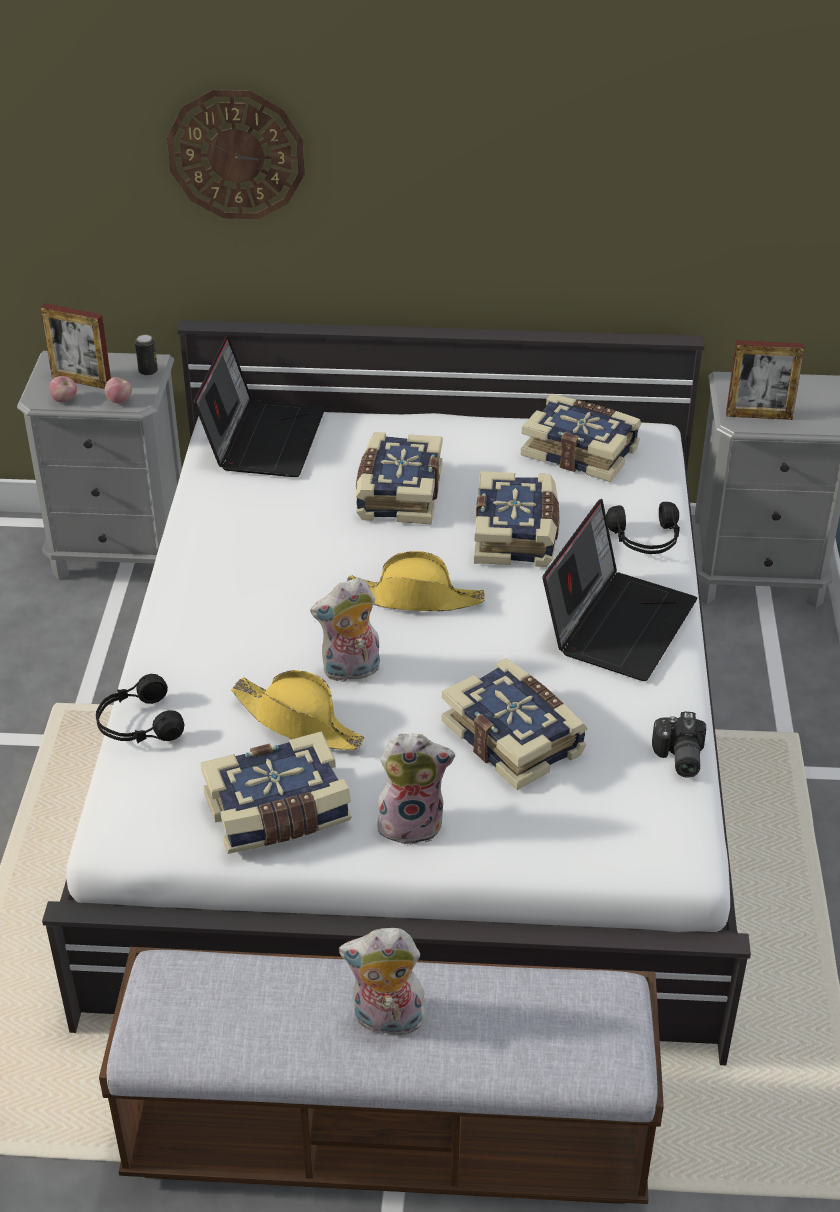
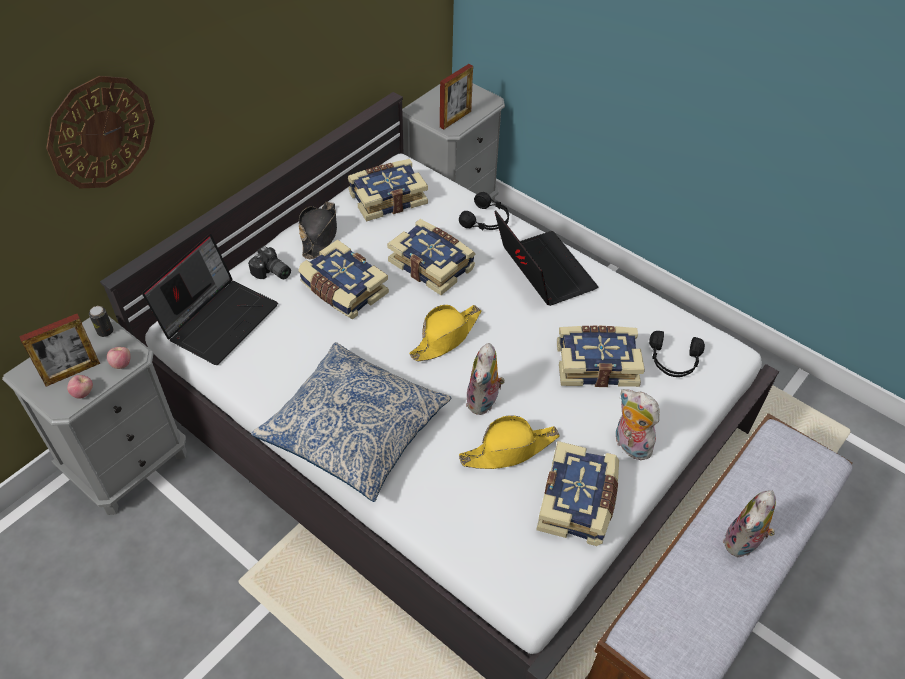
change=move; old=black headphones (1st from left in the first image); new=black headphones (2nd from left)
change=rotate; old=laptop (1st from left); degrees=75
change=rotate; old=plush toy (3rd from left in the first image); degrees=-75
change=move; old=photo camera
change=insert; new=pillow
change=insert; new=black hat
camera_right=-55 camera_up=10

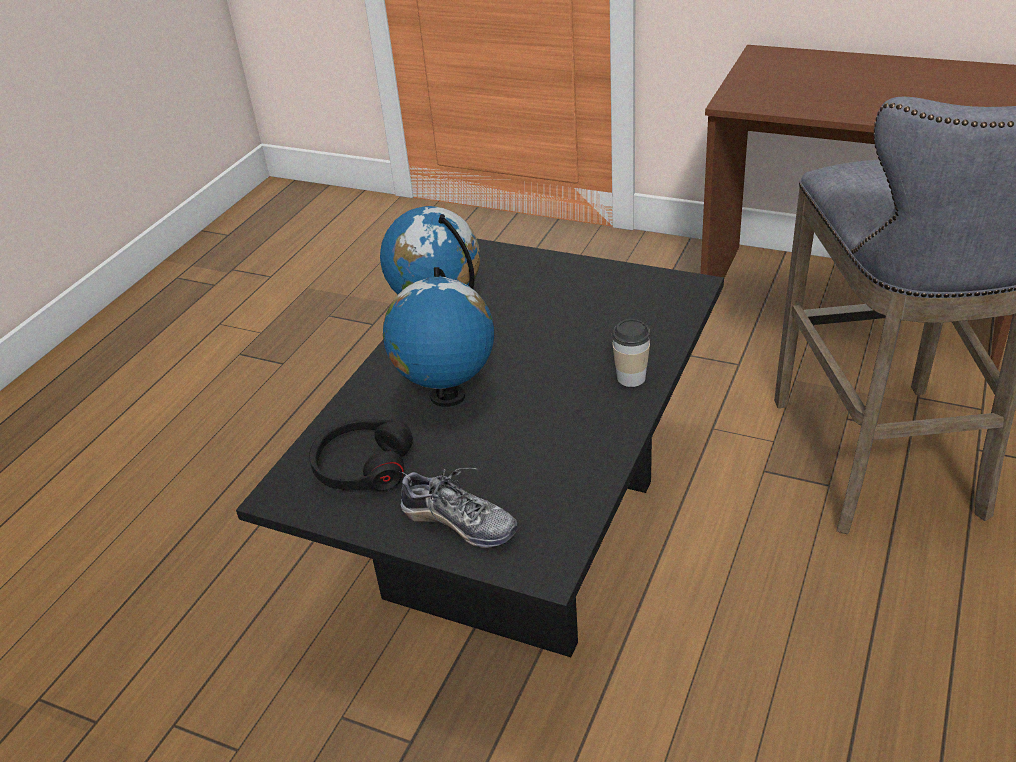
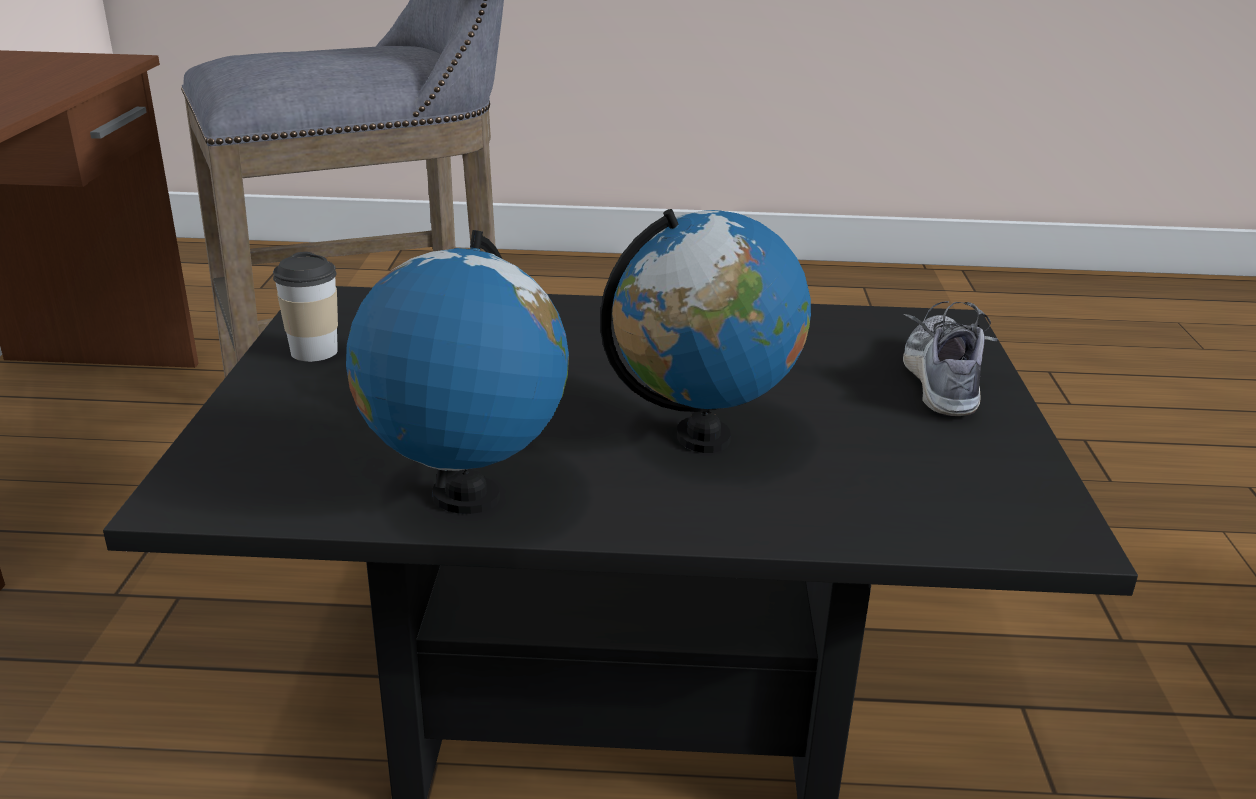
change=delete; old=black headphones
change=move; old=cup
camera_right=-115 camera_up=-10

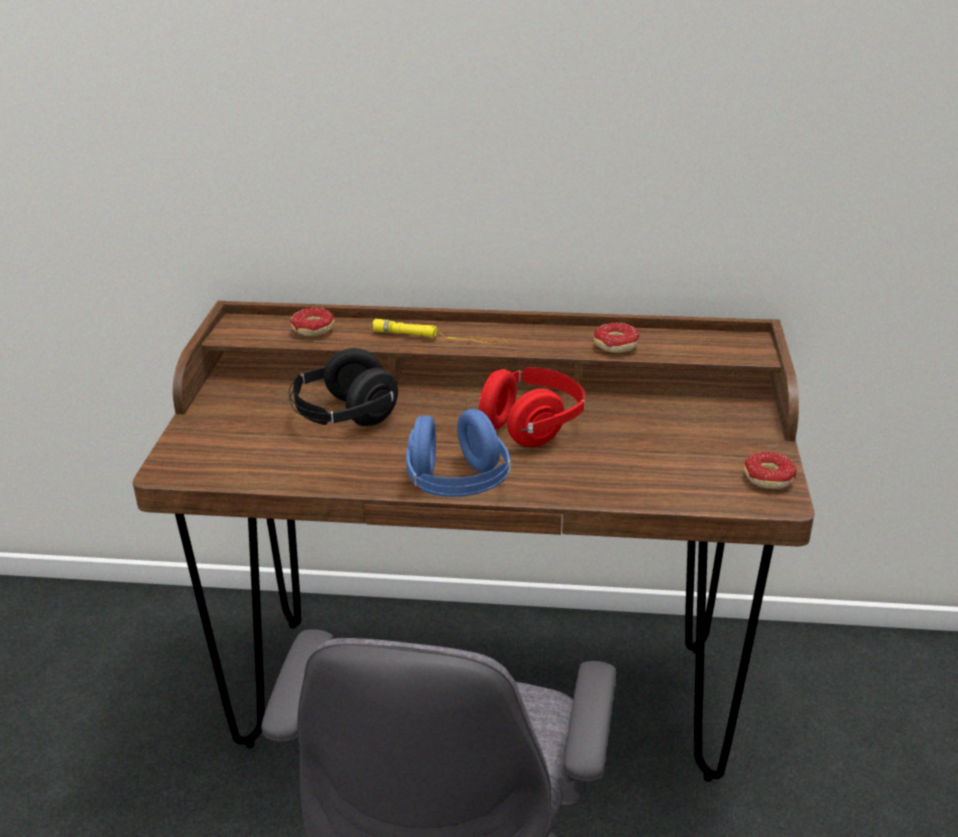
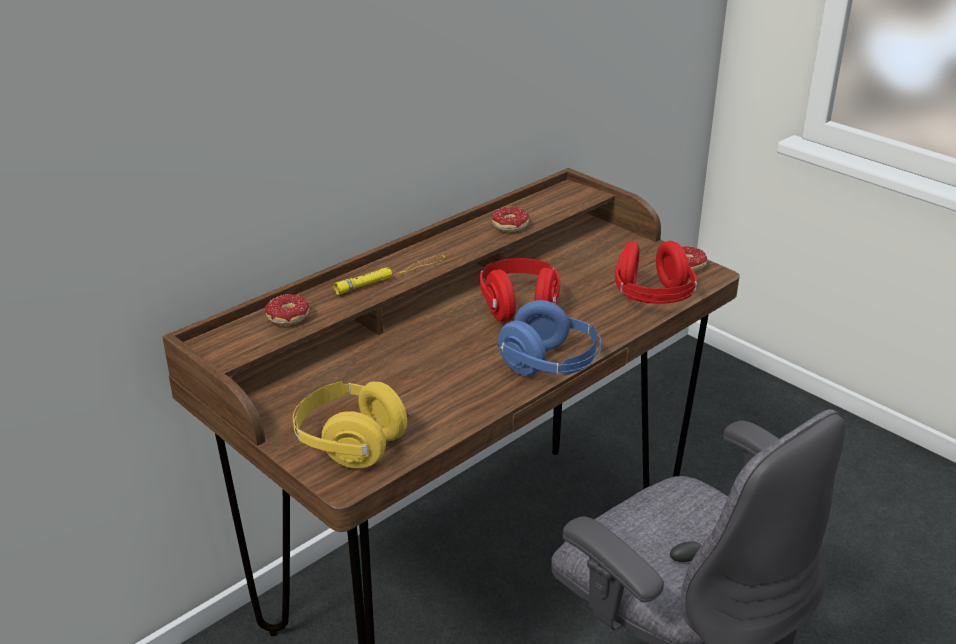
change=delete; old=black headphones
change=insert; new=yellow headphones
change=insert; new=red headphones (2nd from left)
camera_right=-50 camera_up=0

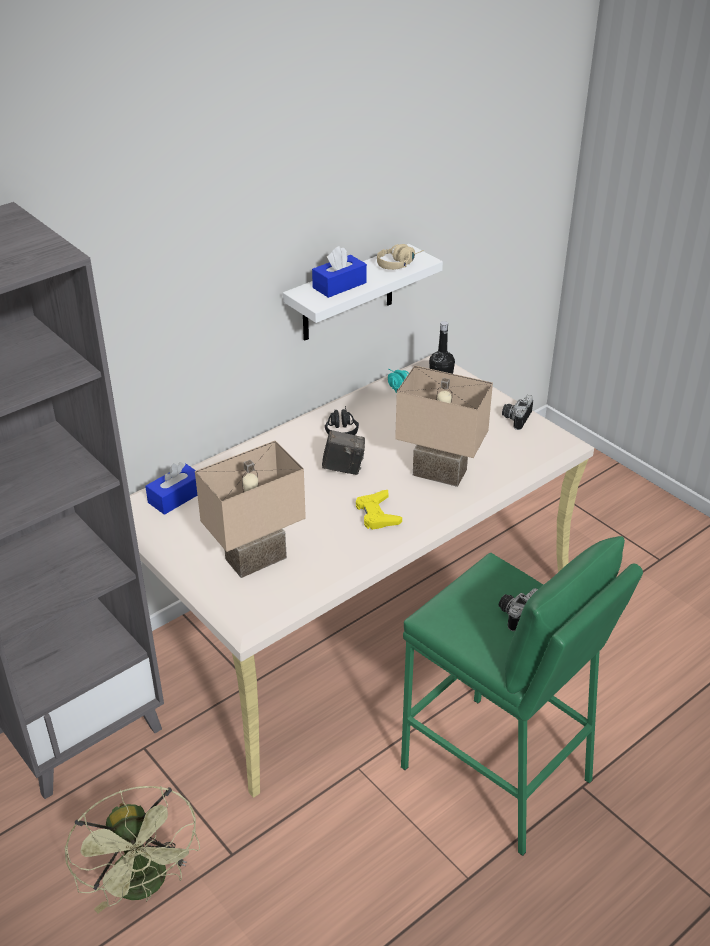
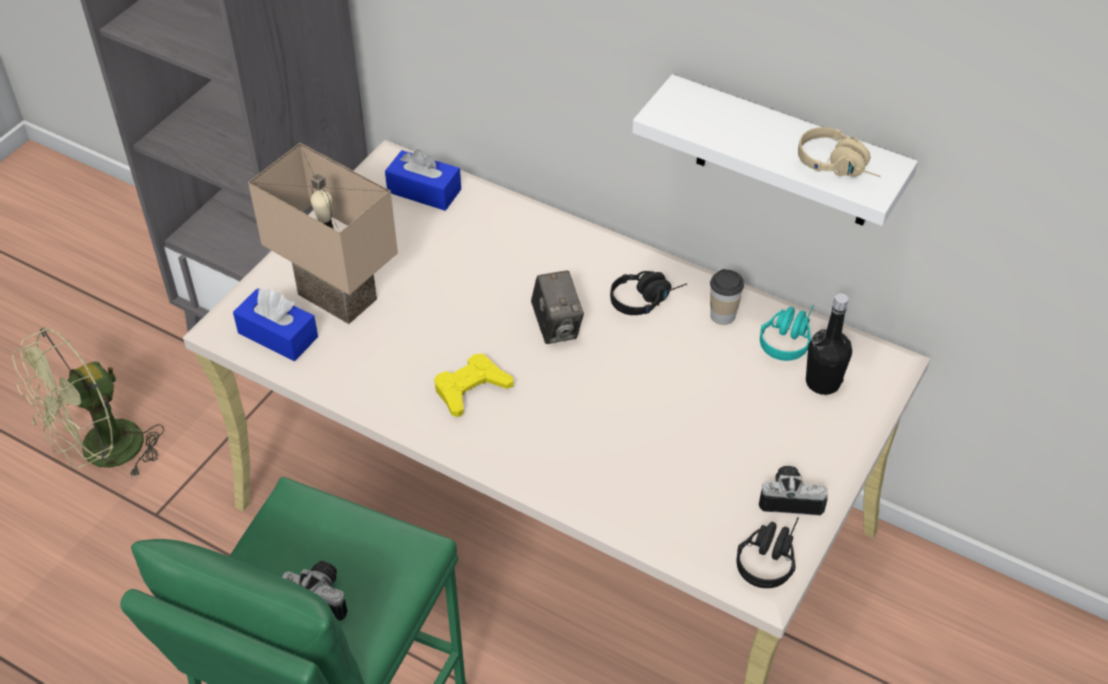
change=move; old=blue tissue box (2nd from left in the first image); new=blue tissue box (1st from left)
change=delete; old=beige table lamp (2nd from left)
change=insert; new=cup
change=insert; new=black headphones (2nd from left)
camera_right=70 camera_up=10

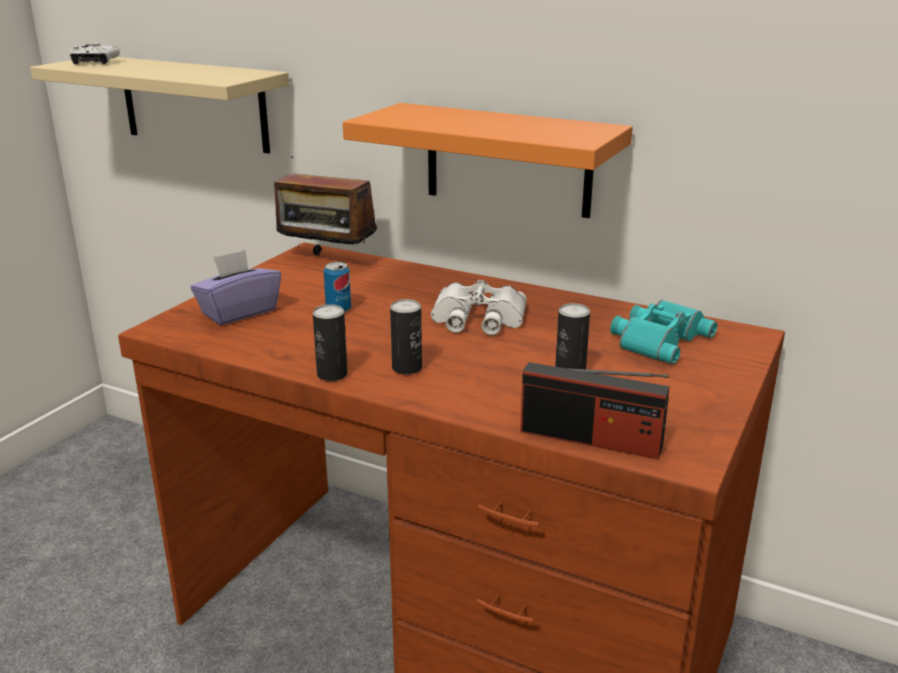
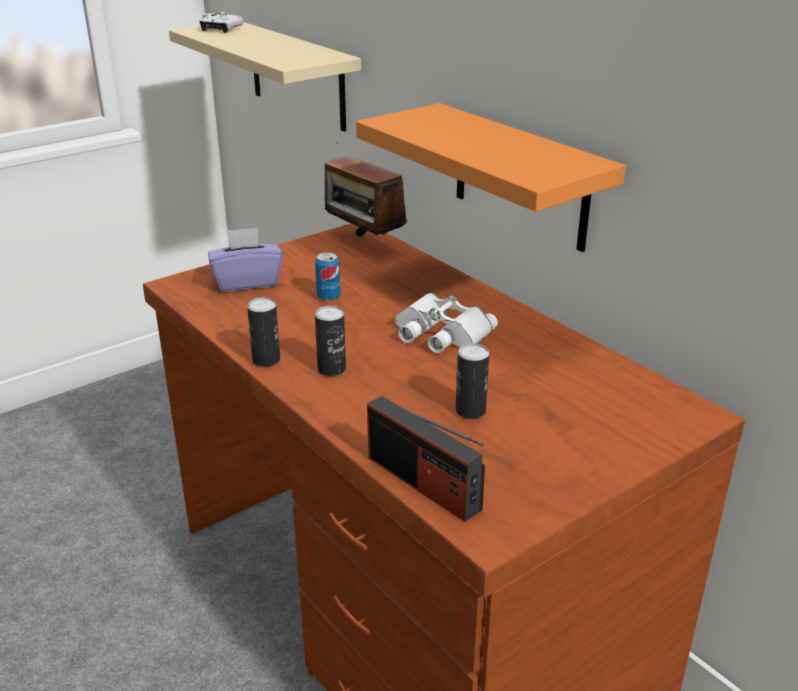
change=delete; old=turquoise binoculars
camera_right=25 camera_up=5

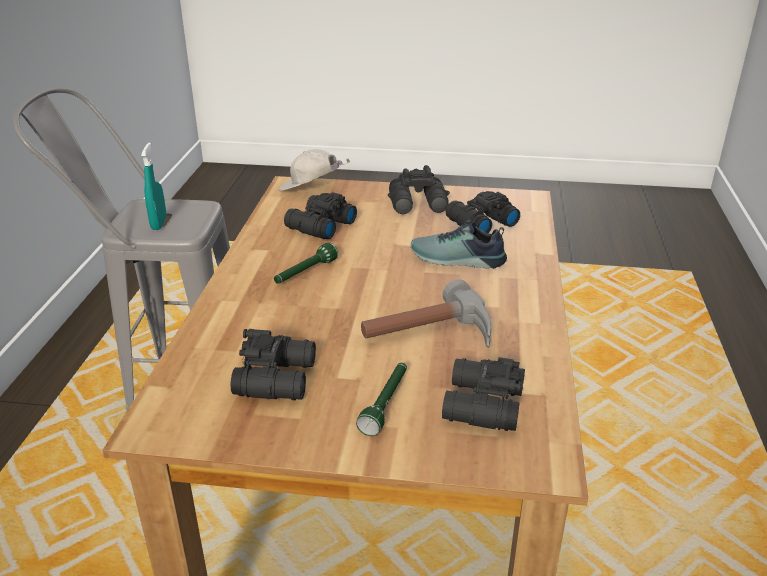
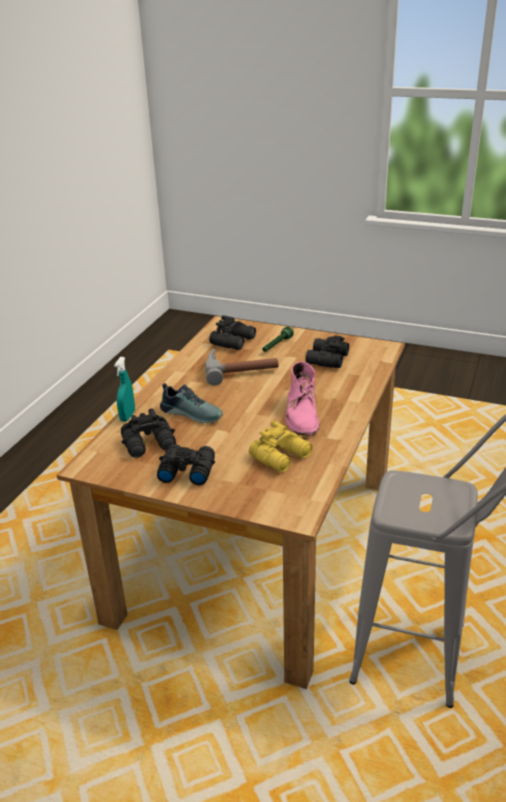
change=move; old=turquoise spray bottle
change=replace; old=green flashlight (1st from left); new=pink boot
change=delete; old=white cap
change=recolor; old=black binoculars (2nd from left); new=yellow binoculars
camera_right=-165 camera_up=0

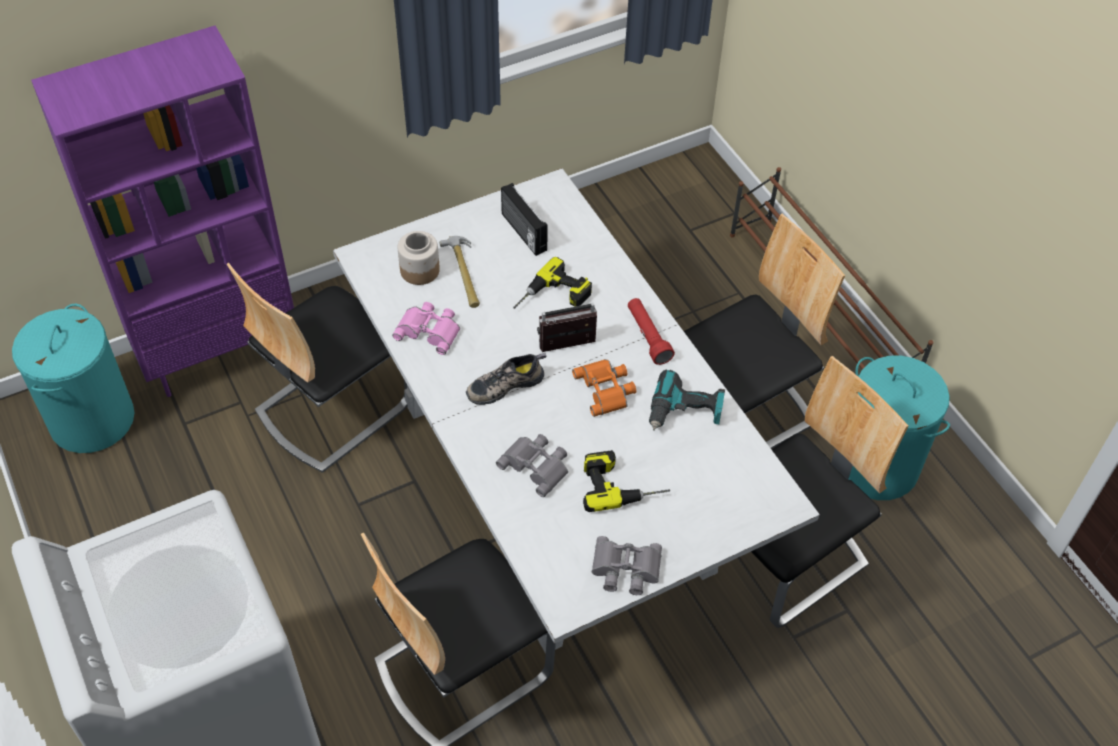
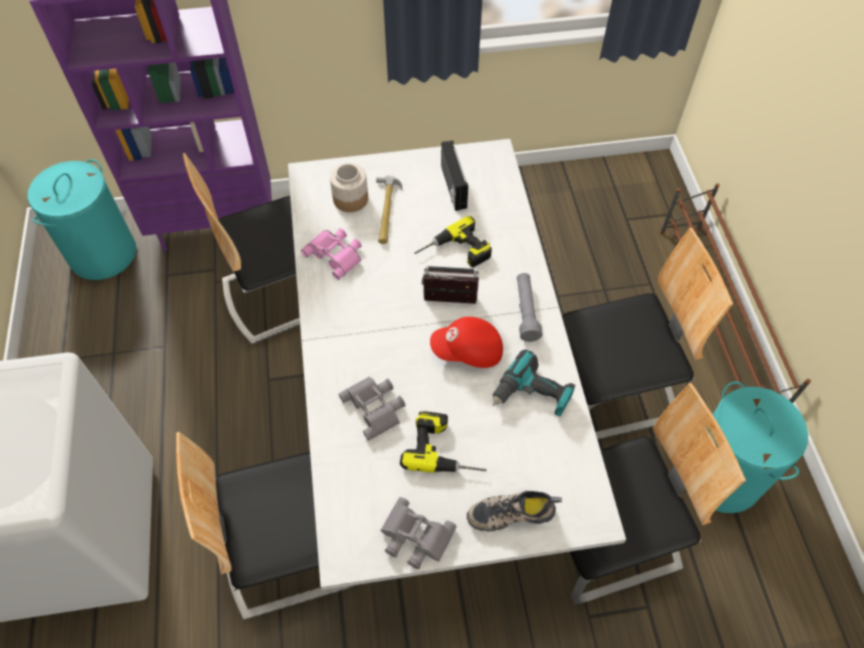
change=move; old=shoe
change=replace; old=orange binoculars; new=red cap
change=recolor; old=red flashlight; new=grey flashlight
camera_right=20 camera_up=5

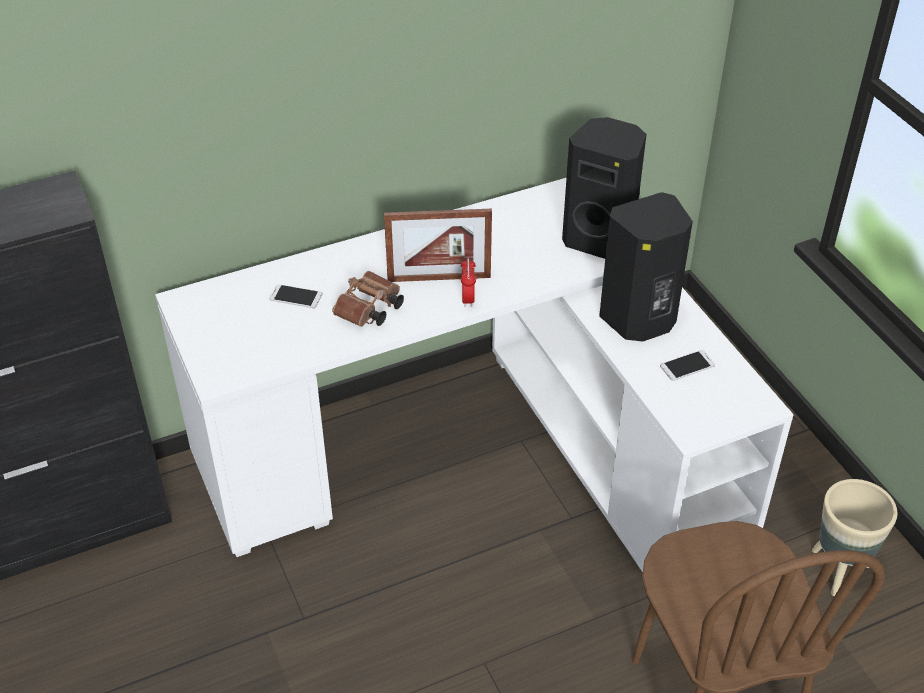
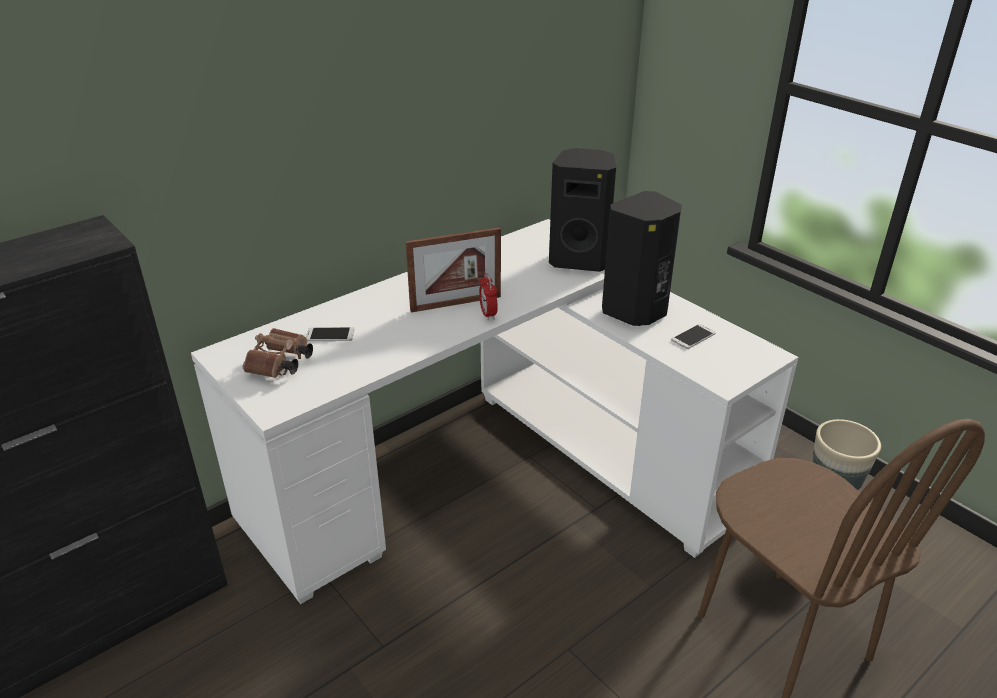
change=move; old=brown binoculars
camera_right=-15 camera_up=-10

